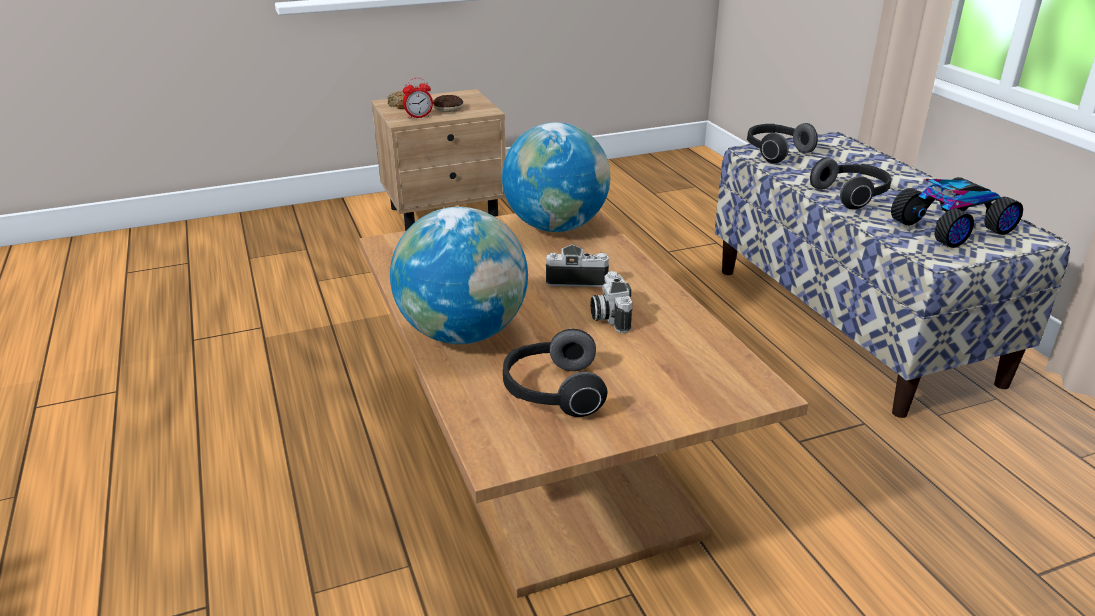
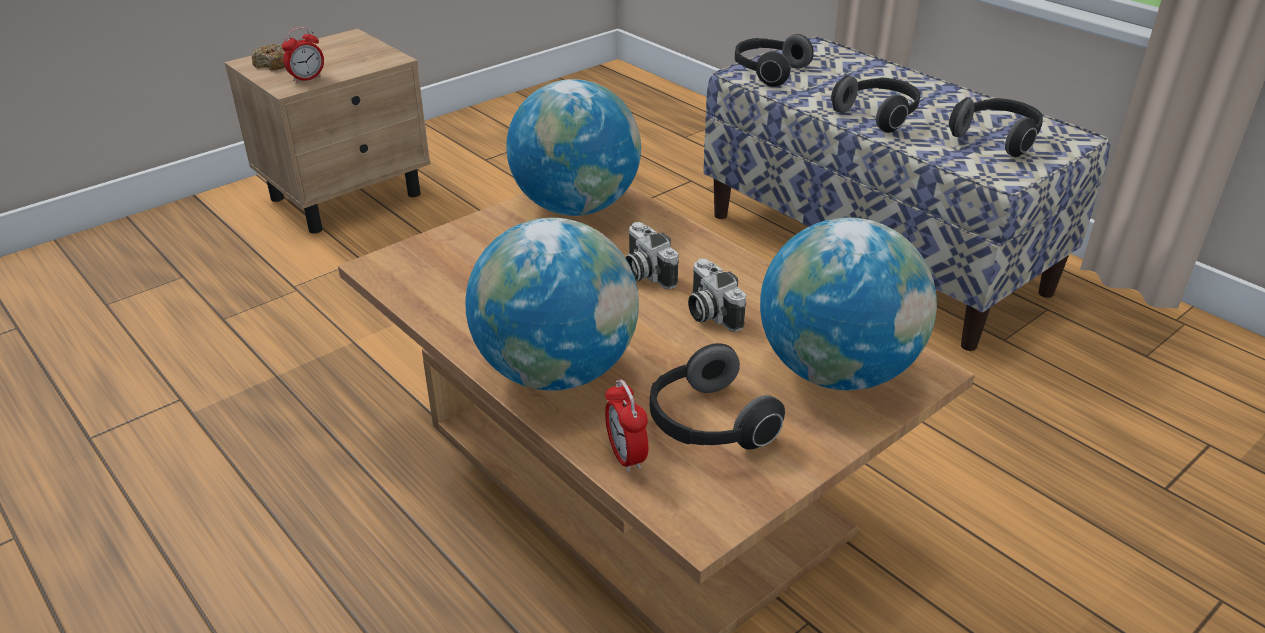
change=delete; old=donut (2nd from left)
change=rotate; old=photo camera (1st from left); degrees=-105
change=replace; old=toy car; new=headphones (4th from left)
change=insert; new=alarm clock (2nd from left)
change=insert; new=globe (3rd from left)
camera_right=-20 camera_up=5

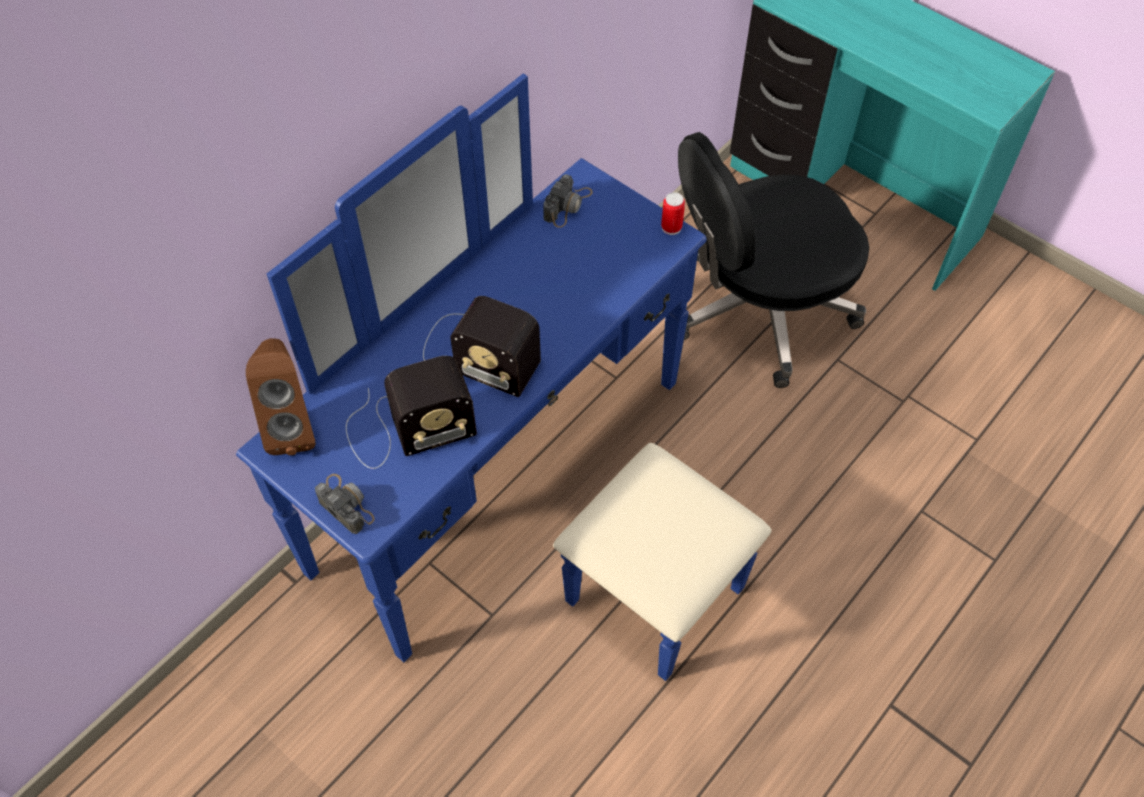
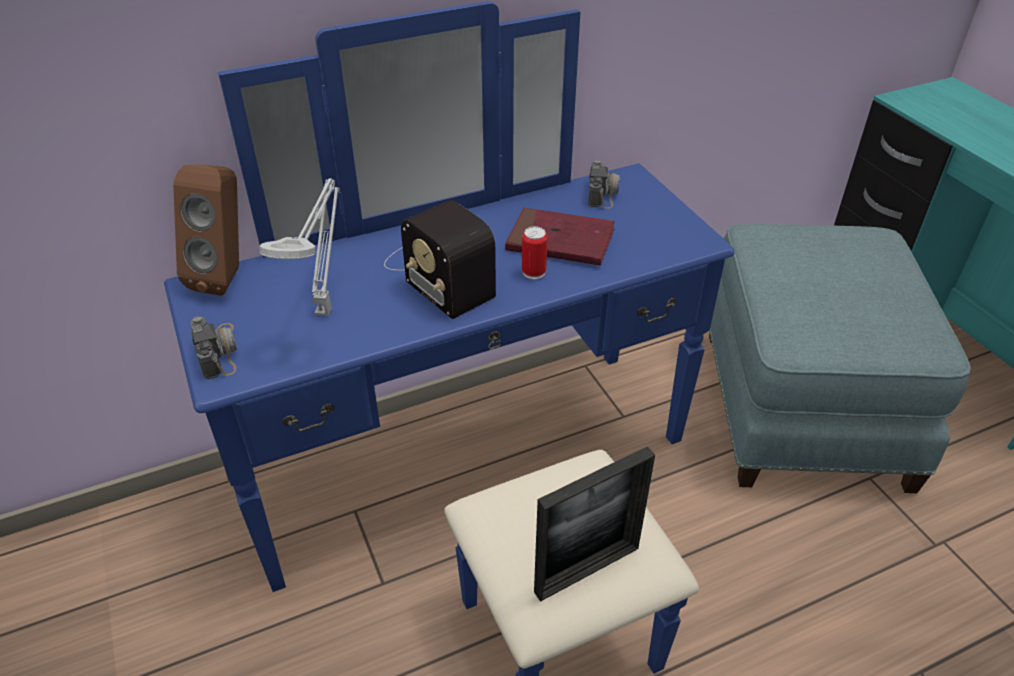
change=replace; old=radio (1st from left); new=grey table lamp
change=rotate; old=photo camera (2nd from left); degrees=-45
change=move; old=can
change=replace; old=black office chair; new=blue ottoman
change=insert; new=red book
change=insert; new=picture frame
camera_right=25 camera_up=-15

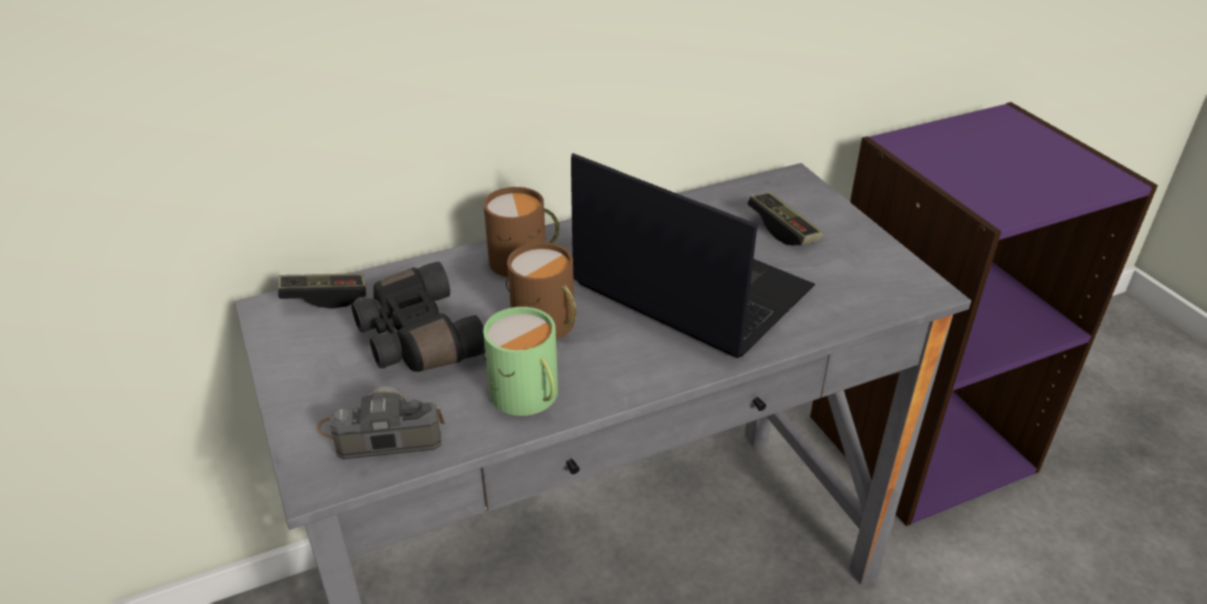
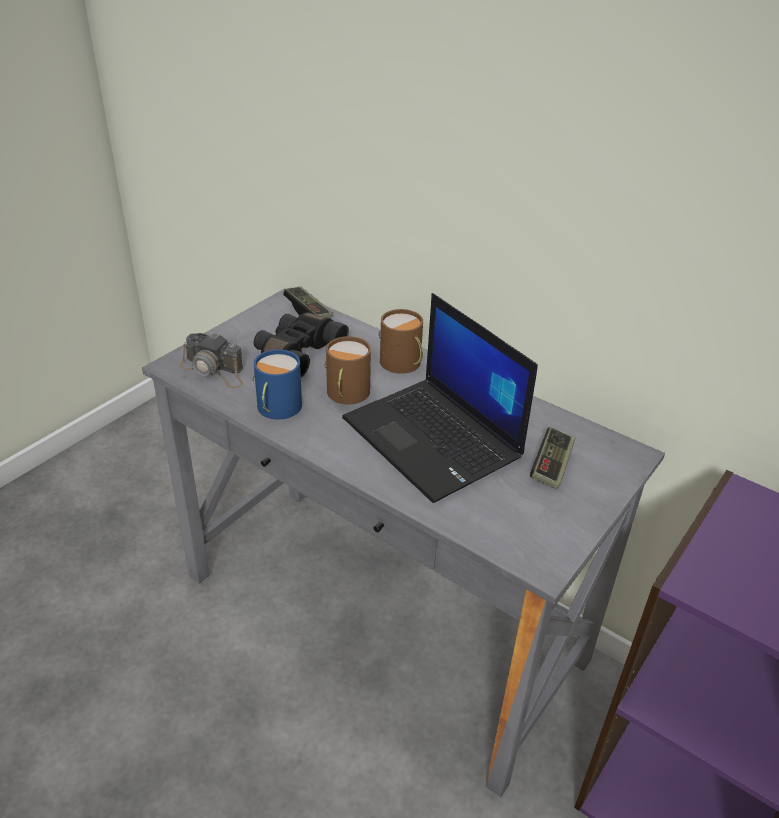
change=rotate; old=photo camera; degrees=150
change=recolor; old=green mug; new=blue mug
change=rotate; old=laptop; degrees=135
camera_right=60 camera_up=0

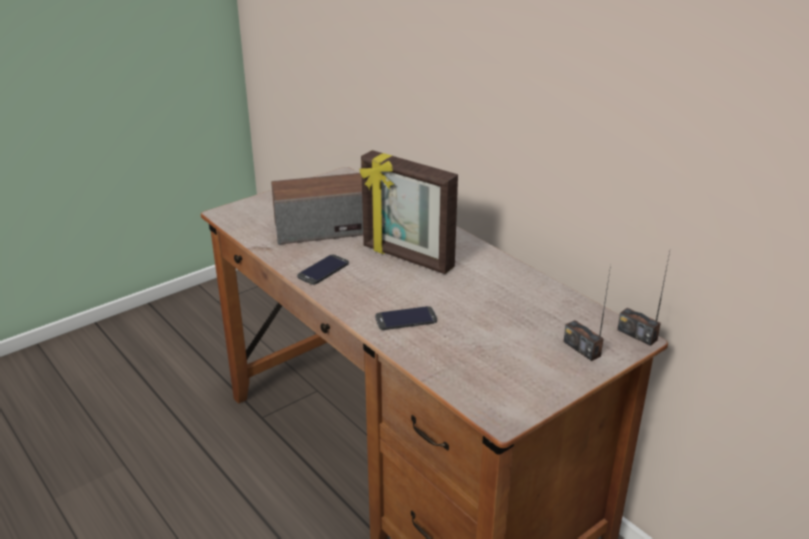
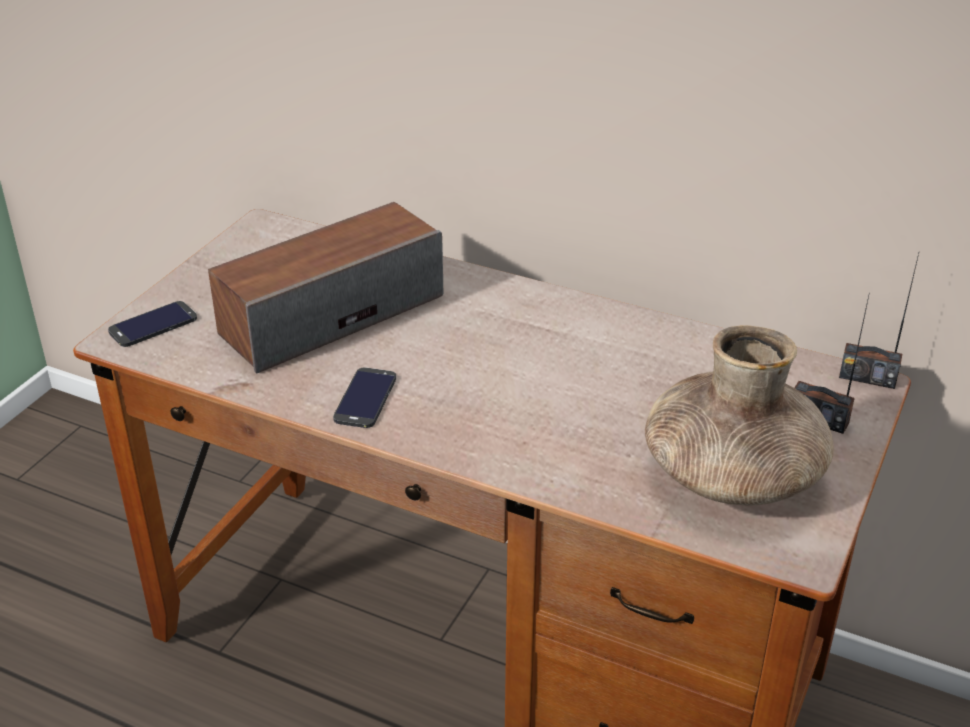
change=delete; old=picture frame
change=move; old=phone (2nd from left in the first image); new=phone (1st from left)
change=insert; new=brown vase
camera_right=-25 camera_up=5

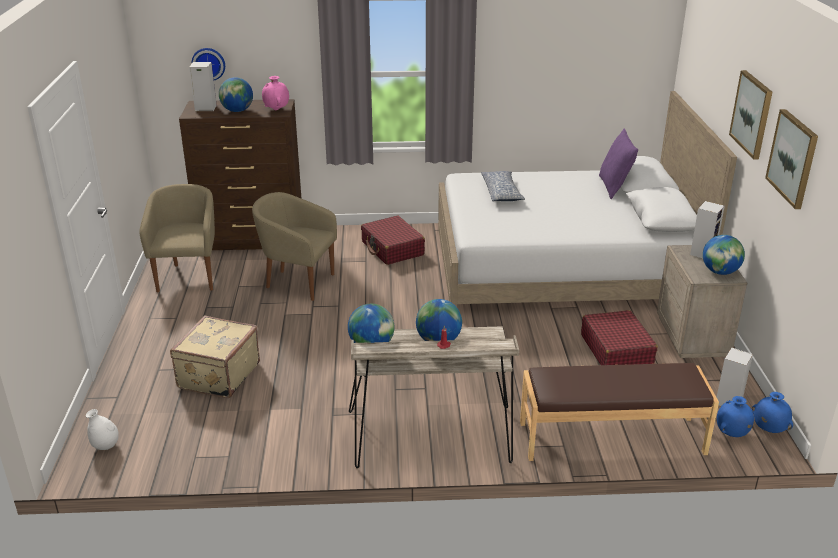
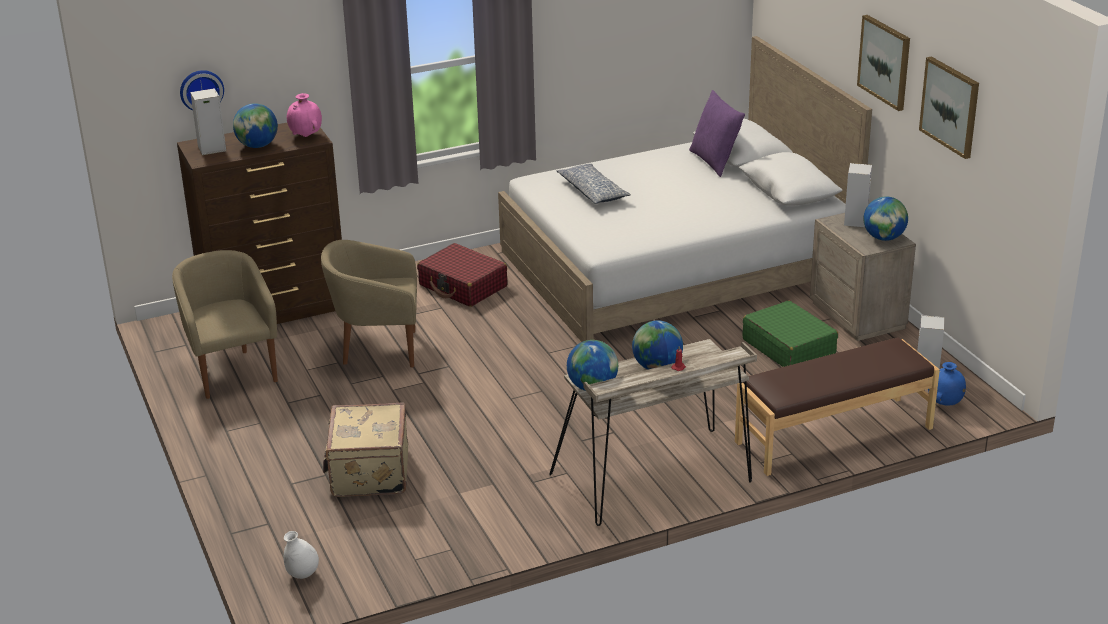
change=recolor; old=red suitcase (2nd from left); new=green suitcase
change=delete; old=blue vase (2nd from left)
camera_right=-20 camera_up=0

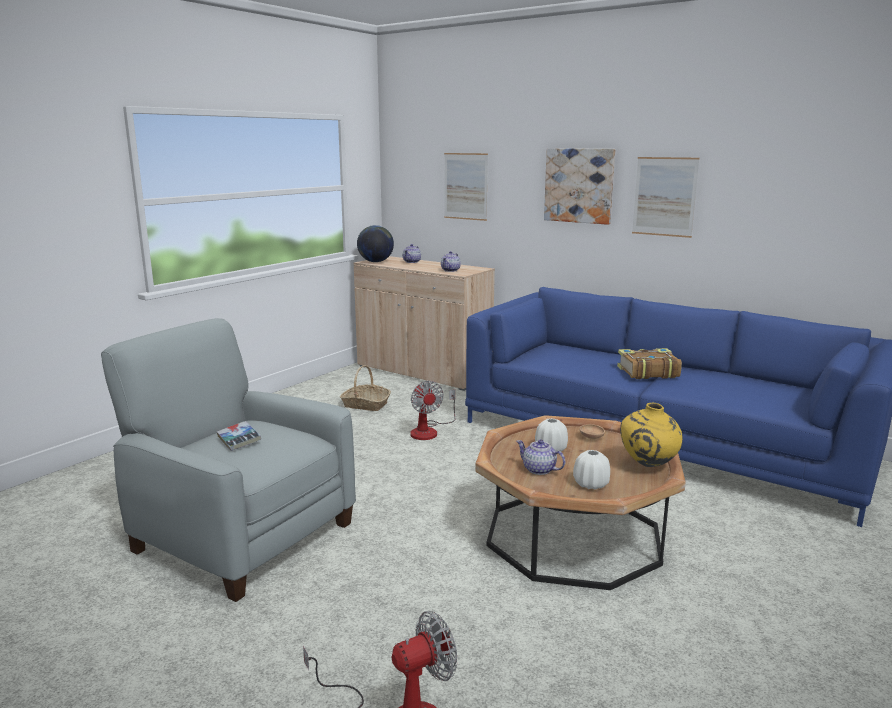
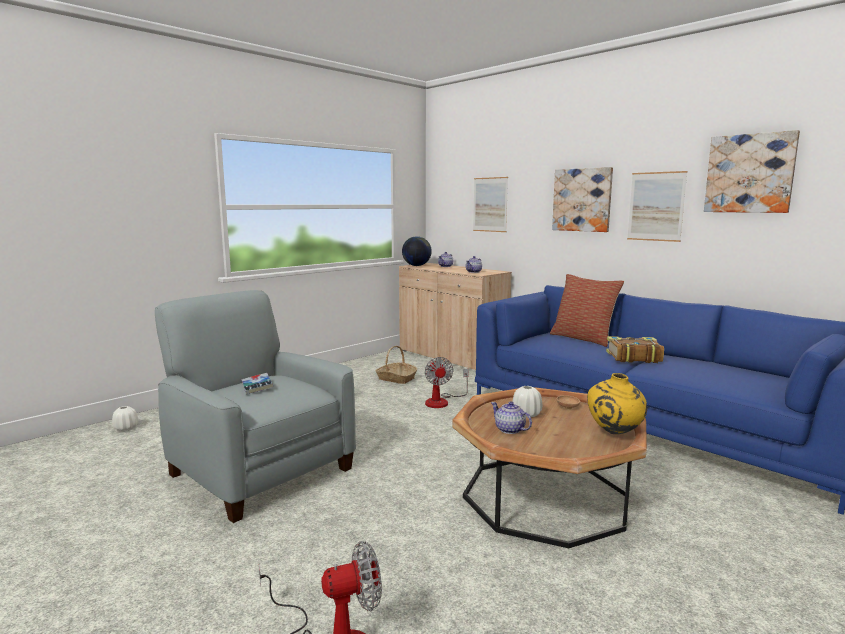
change=move; old=white vase (2nd from left in the first image); new=white vase (1st from left)
change=insert; new=pillow
change=insert; new=picture (4th from left)
camera_right=10 camera_up=-5

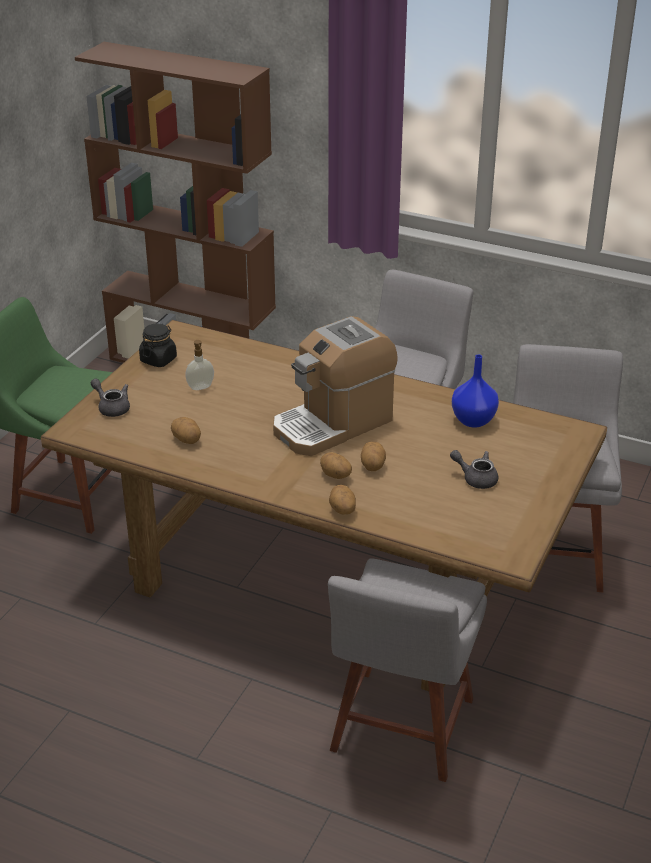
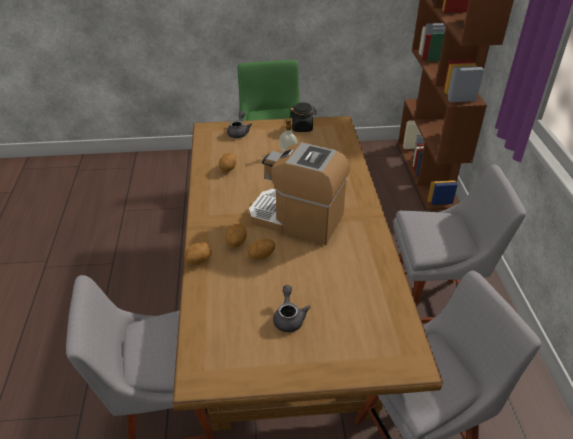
change=delete; old=blue vase
camera_right=60 camera_up=5

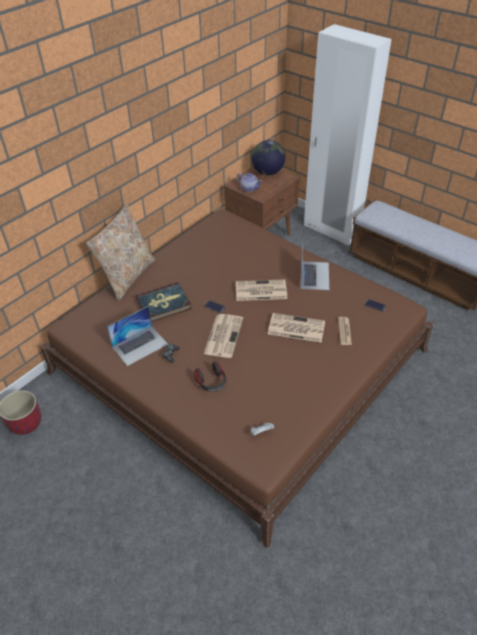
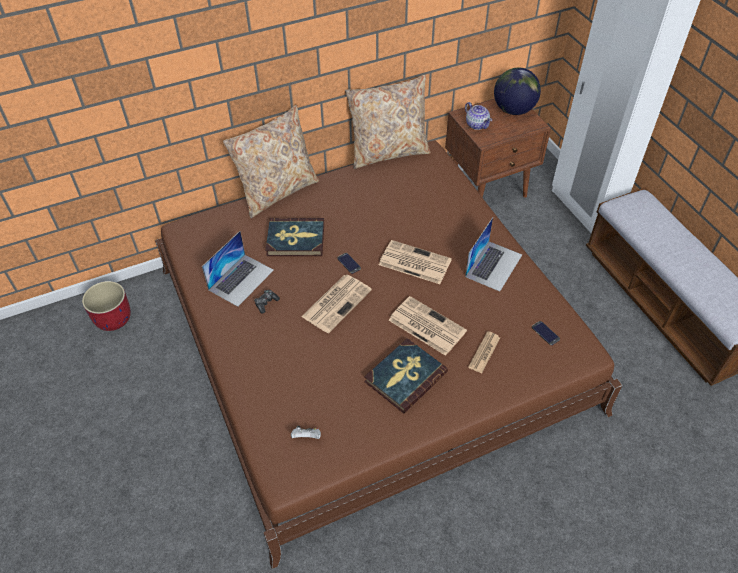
change=rotate; old=laptop (1st from left); degrees=-45
change=delete; old=headphones
change=insert; new=beige pillow (2nd from left)
change=insert; new=book (2nd from left)
camera_right=25 camera_up=5

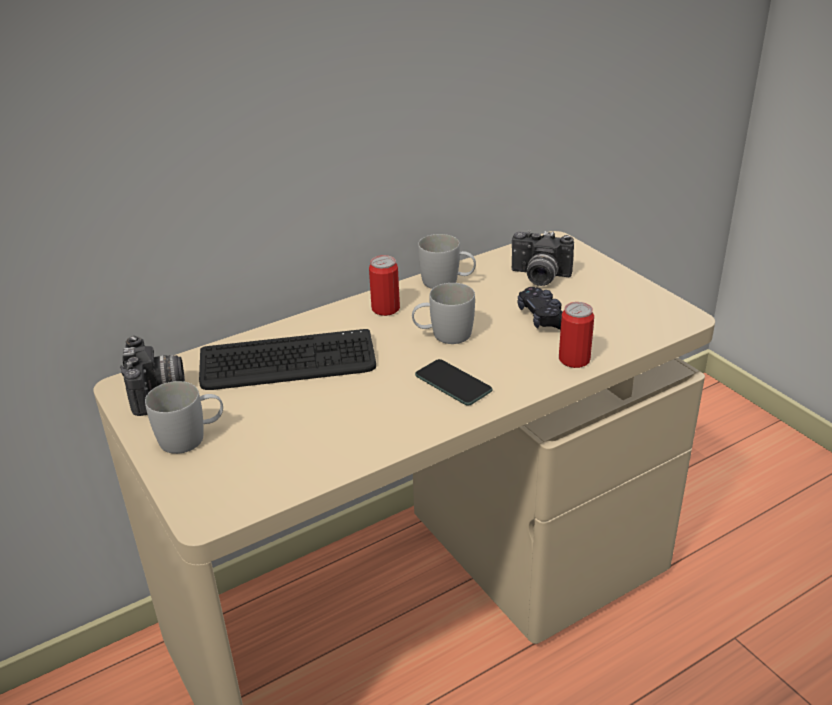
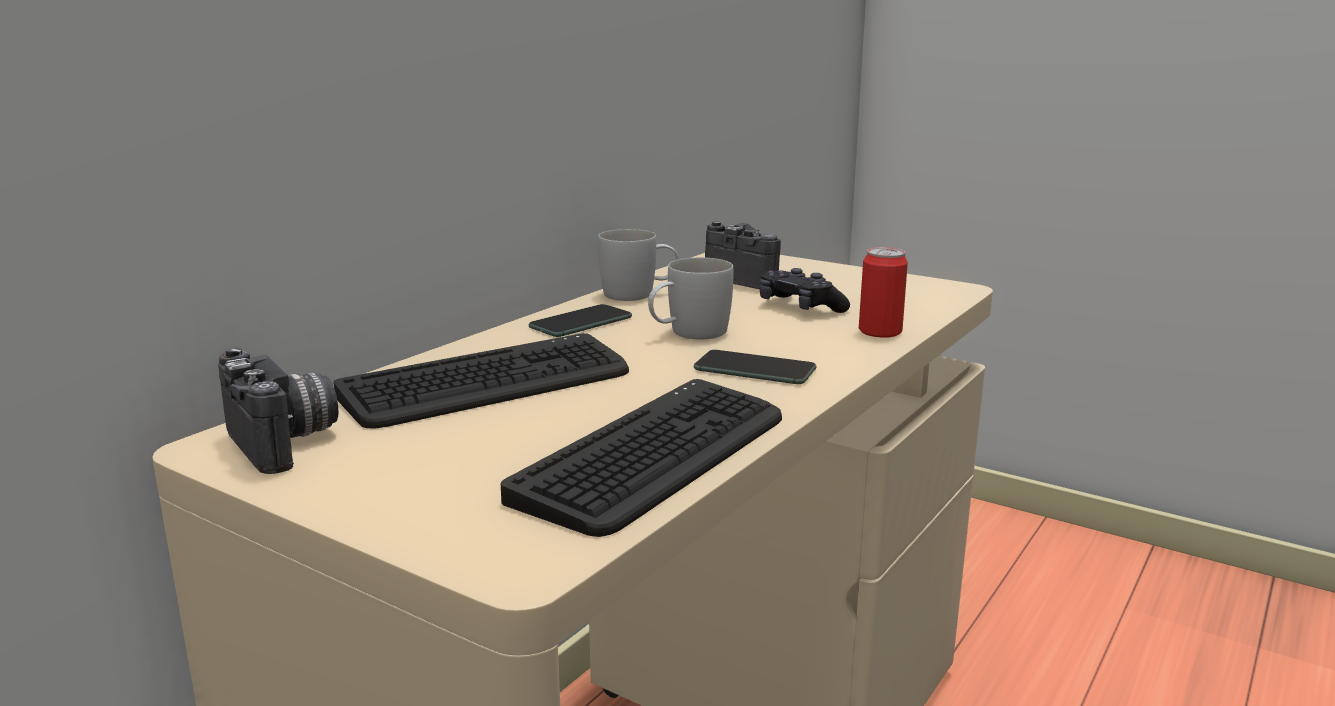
change=delete; old=white mug (1st from left)
change=replace; old=can (1st from left); new=phone (1st from left)
change=rotate; old=photo camera (2nd from left); degrees=-135
change=insert; new=keyboard (2nd from left)
camera_right=-25 camera_up=-15

